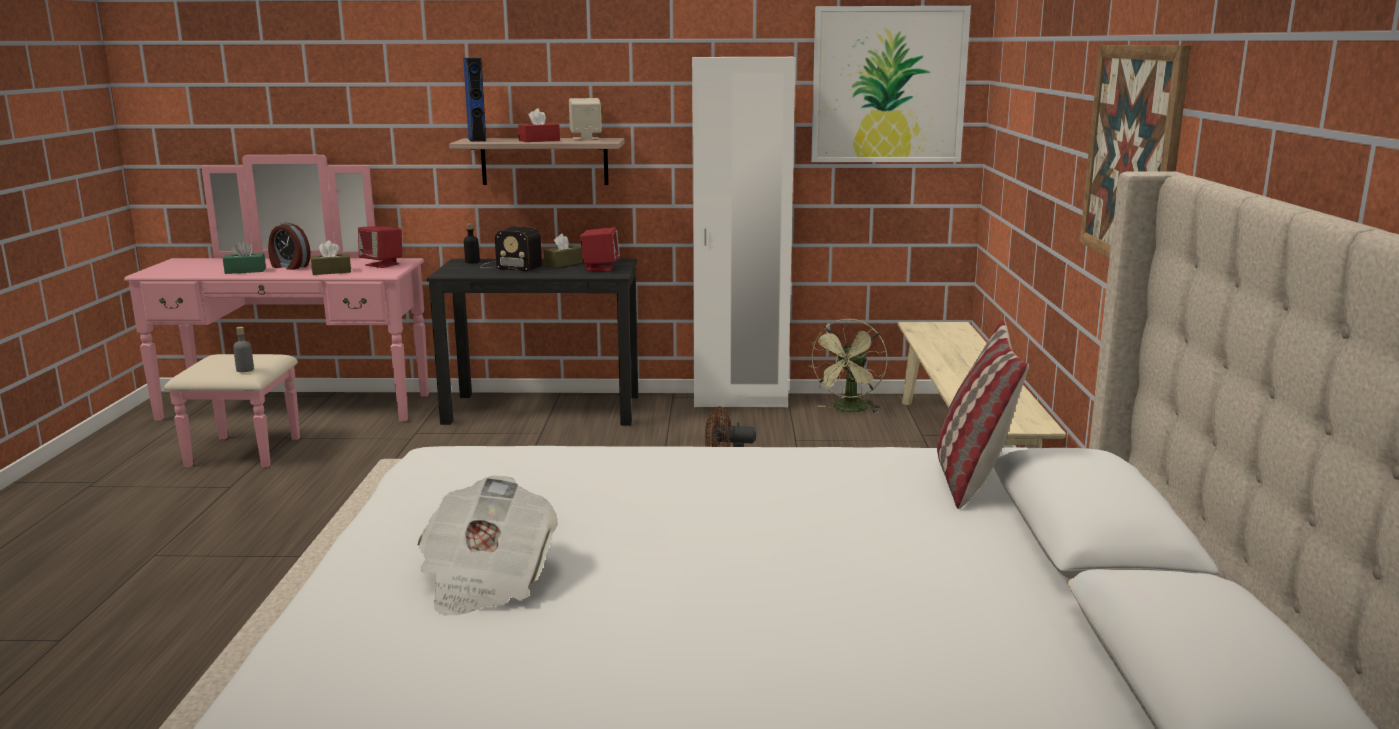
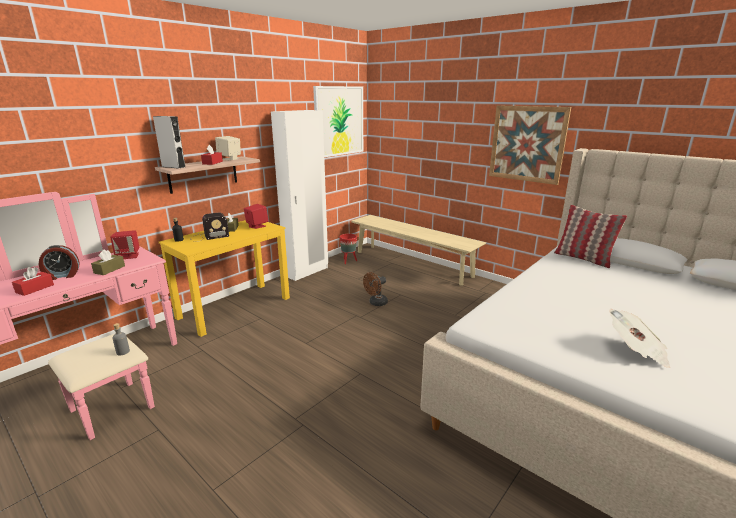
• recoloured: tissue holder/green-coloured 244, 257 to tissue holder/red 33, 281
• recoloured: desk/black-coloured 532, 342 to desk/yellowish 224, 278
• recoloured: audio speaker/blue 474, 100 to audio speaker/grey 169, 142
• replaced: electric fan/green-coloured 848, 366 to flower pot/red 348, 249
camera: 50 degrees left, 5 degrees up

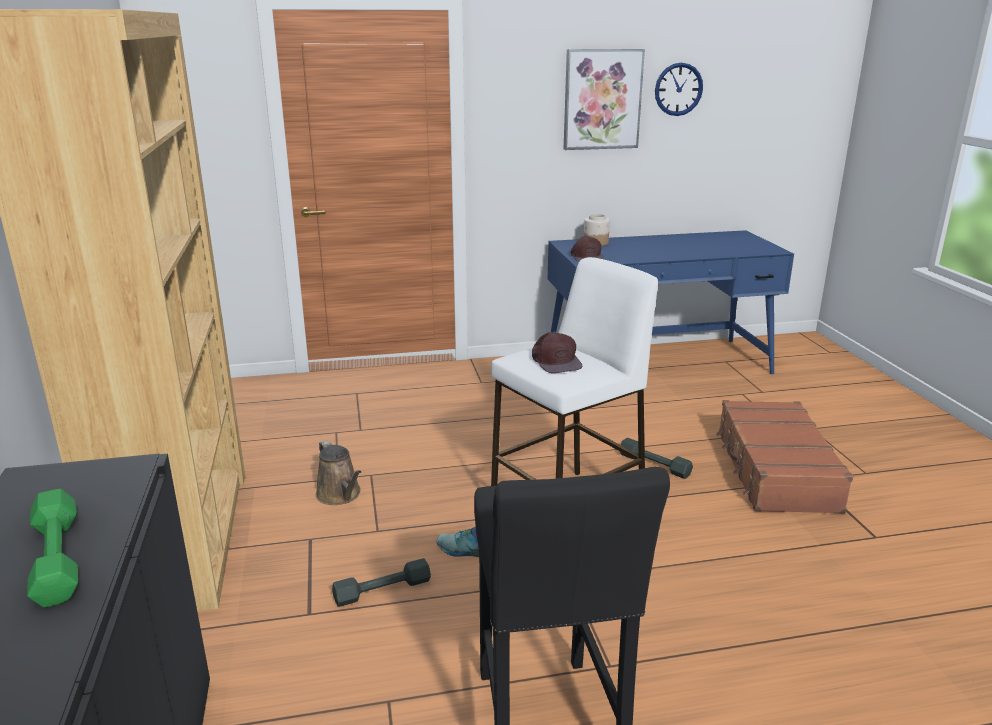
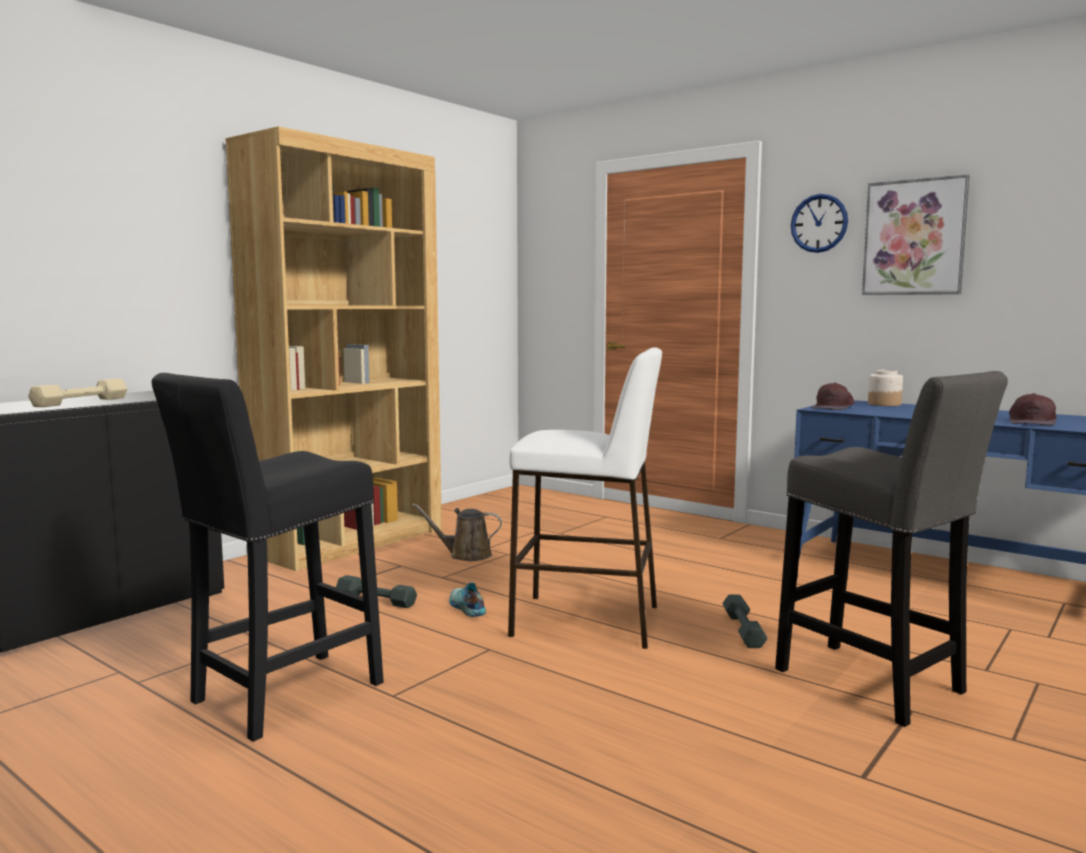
• recoloured: free weight/green-coloured 52, 548 to free weight/sand-coloured 77, 393
• turned: watering can/brownish 339, 472 = 457, 532 75 degrees clockwise
• moved: cap/brownish 557, 352 to 1033, 409
• moved: wall clock 679, 89 to 819, 223
• replaced: piece of luggage/brownish 784, 456 to sitting stool/grey 891, 549
camera: 50 degrees right, 15 degrees down

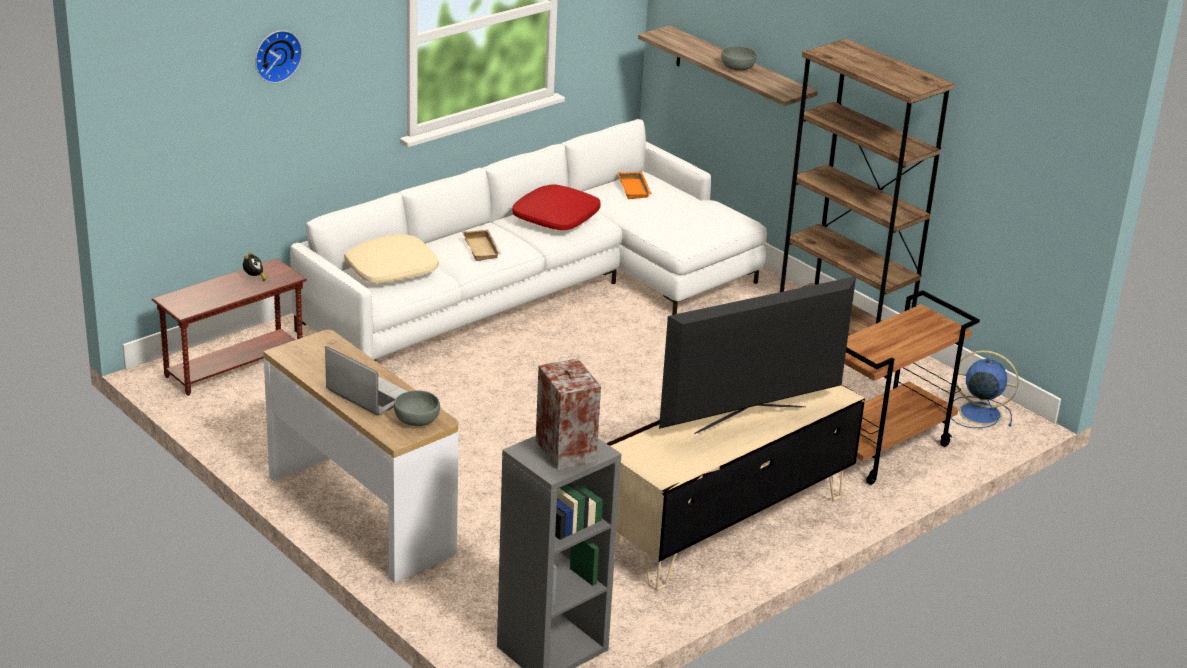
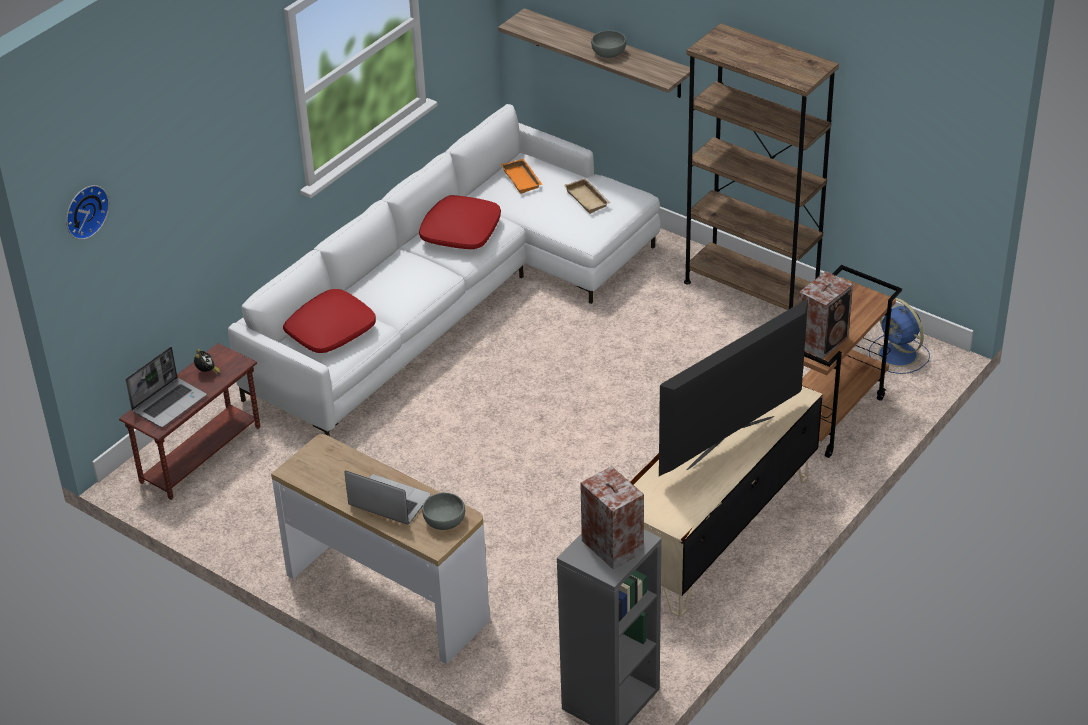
• moved: wall clock 278, 56 to 87, 212
• recoloured: throw pillow/sand-coloured 391, 259 to throw pillow/red 329, 321
• moved: tray/sand-coloured 481, 245 to 587, 196
• turned: electric fan/blue 985, 389 = 899, 336 135 degrees counterclockwise
• added: laptop 166, 387
• added: audio speaker 825, 315
camera: 10 degrees left, 10 degrees up

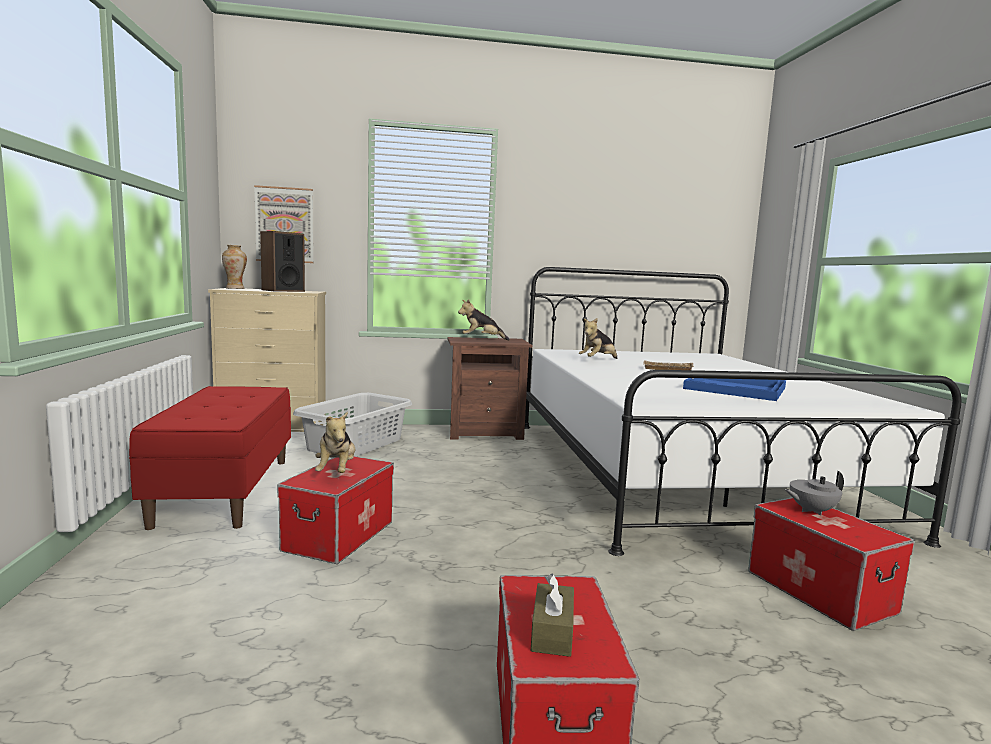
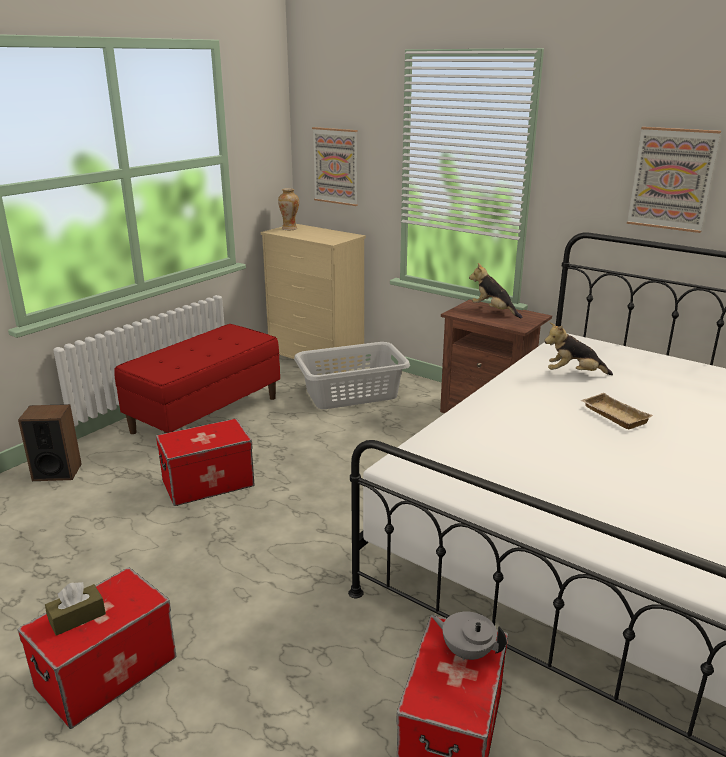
• moved: audio speaker 282, 261 to 50, 442
• removed: cuddly toy 335, 442
• removed: tray/blue 734, 389
• added: wall picture 674, 180
camera: 45 degrees right, 15 degrees up

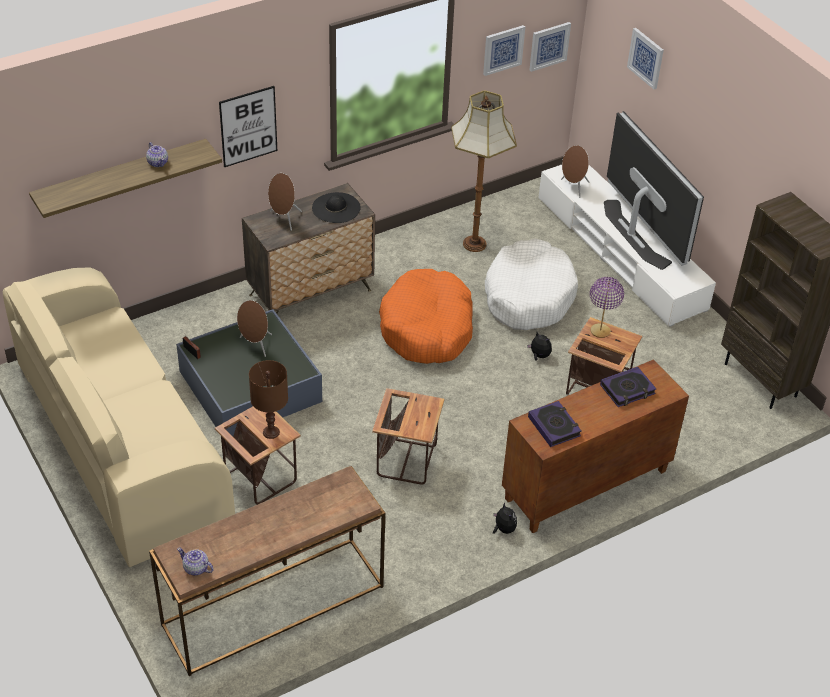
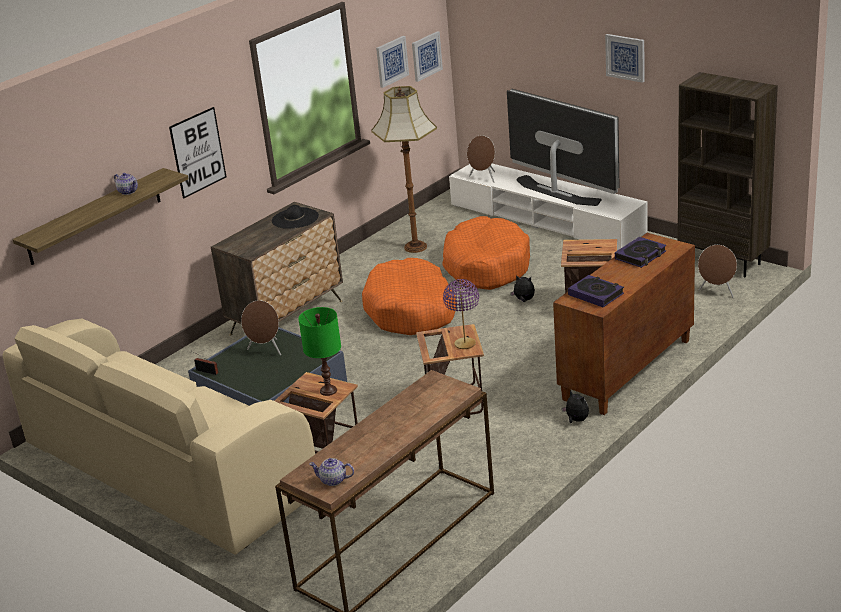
• recoloured: table lamp/brownish 268, 399 to table lamp/green-coloured 319, 351
• moved: audio speaker/brownish 285, 202 to 717, 271
• recoloured: pet bed/white 531, 284 to pet bed/orange 486, 253
• moved: table lamp/purplish 607, 307 to 461, 314
• moved: wall picture 645, 58 to 625, 58
camera: 15 degrees left, 15 degrees down

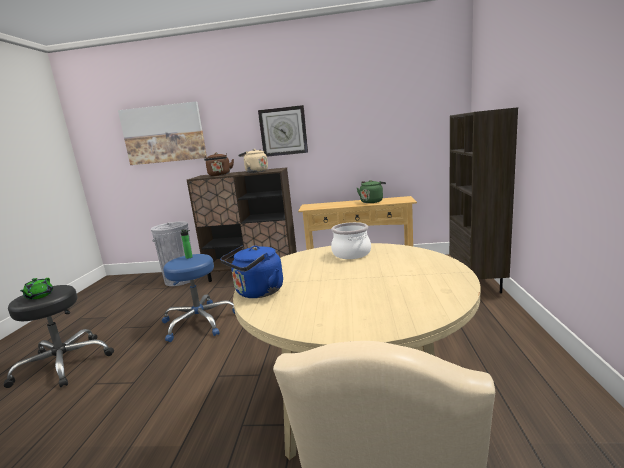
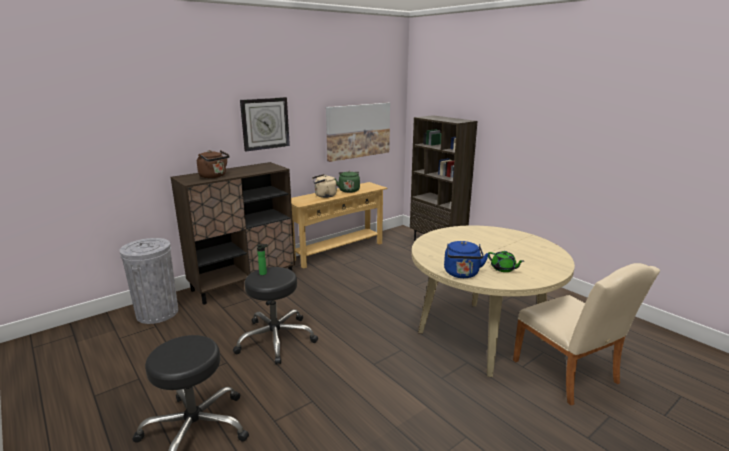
• moved: teapot/green-coloured 36, 289 to 506, 261
• moved: wall picture 162, 133 to 358, 132
• recoloured: sitting stool/blue 198, 298 to sitting stool/black-coloured 275, 315
• moved: tea kettle/sand-coloured 253, 161 to 324, 186
• removed: cooking pot 351, 240
camera: 45 degrees left, 5 degrees up

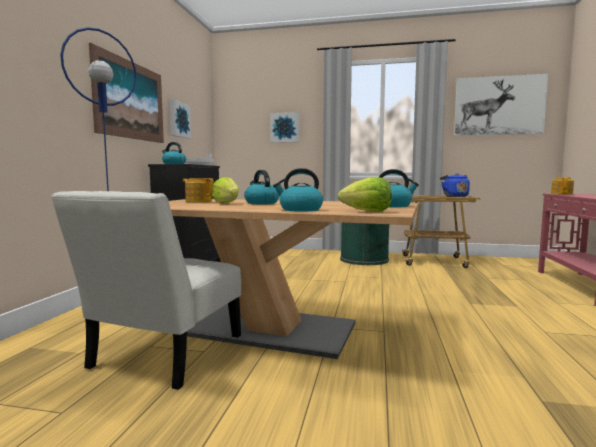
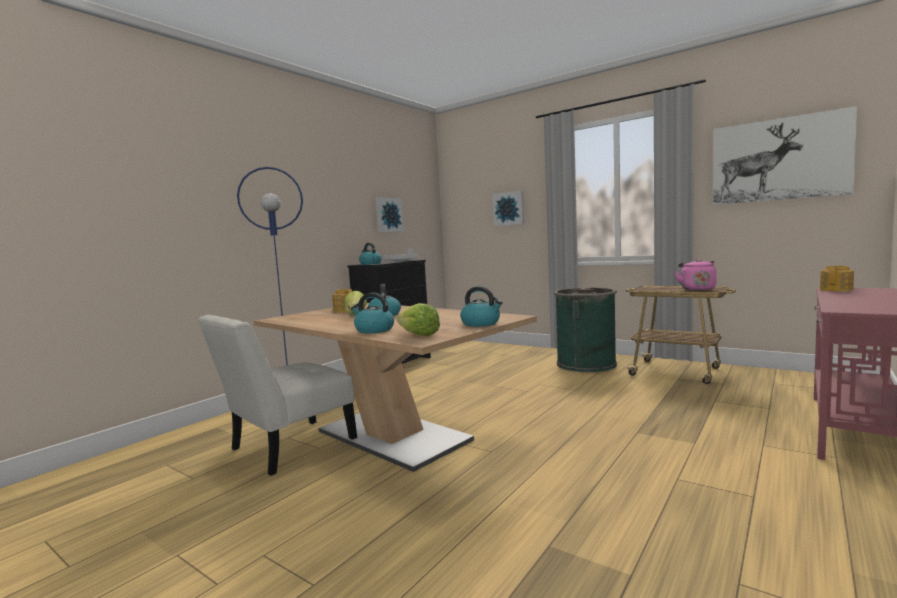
• removed: wall picture 126, 93
• recoloured: tea kettle/blue 455, 185 to tea kettle/pink 695, 275
camera: 25 degrees right, 0 degrees up

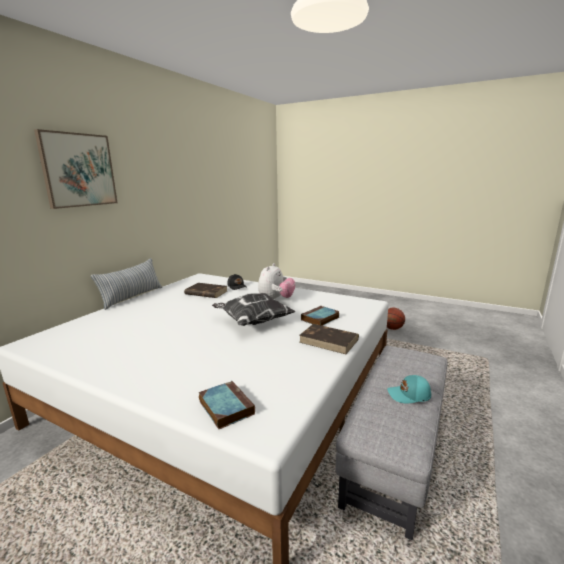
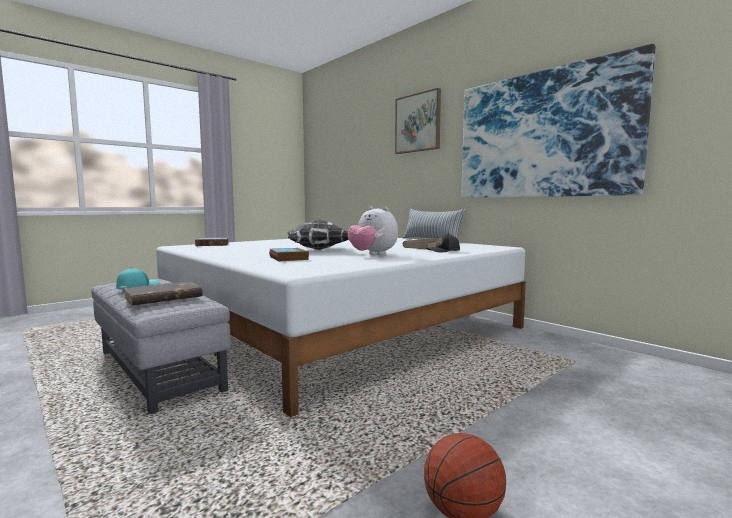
• moved: bound book/brownish 329, 339 to 163, 293
• added: wall picture 558, 121
camera: 110 degrees right, 10 degrees down

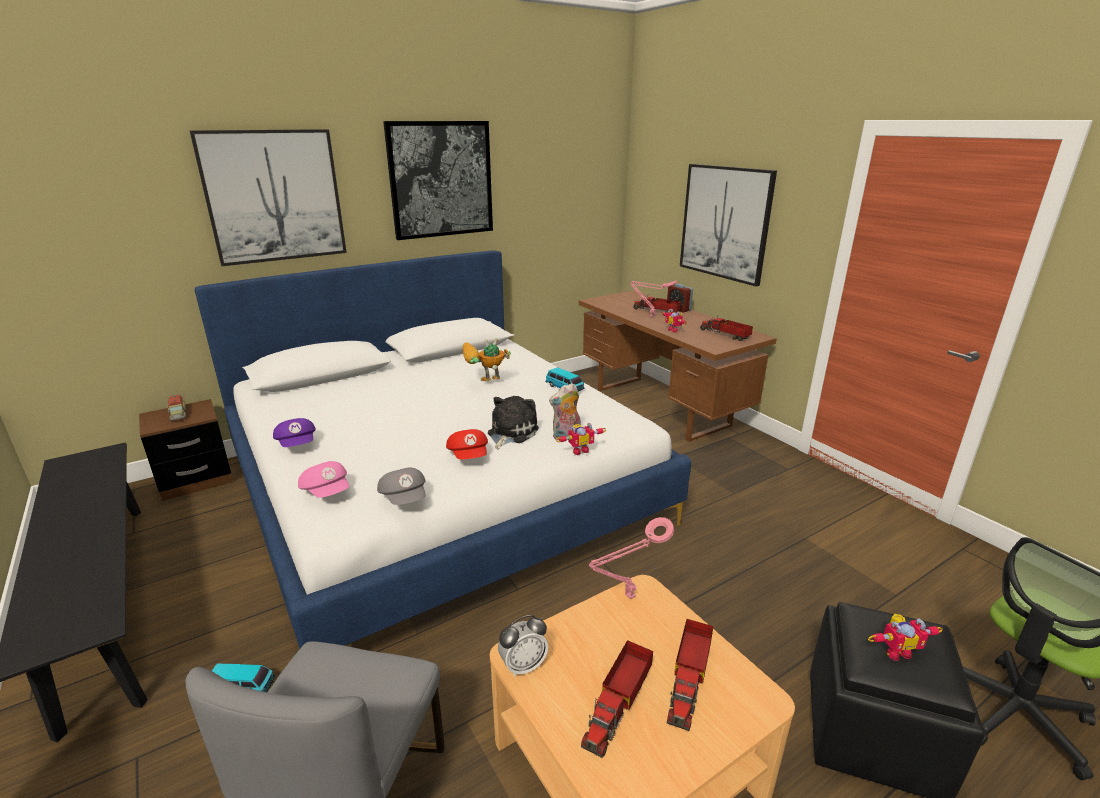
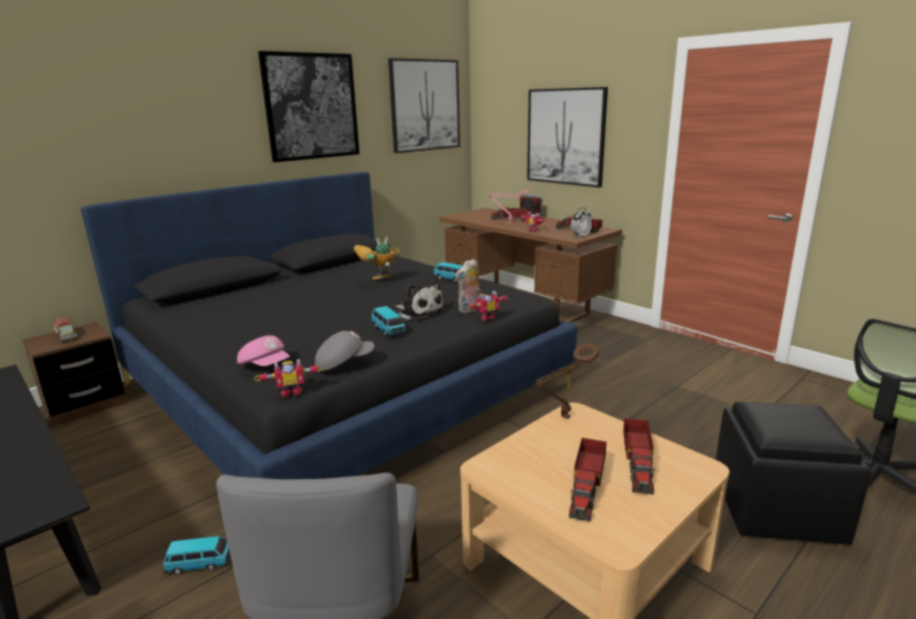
• moved: wall picture 268, 197 to 424, 105
• recoloured: bed/white 443, 449 to bed/black-coloured 329, 325
• removed: cap/purplish 294, 432
• turned: cap/grey 401, 486 = 344, 351 75 degrees counterclockwise
• replaced: cap/red 467, 444 to toy car 389, 321
• turned: cuddly toy 513, 422 = 420, 301 120 degrees clockwise
• moved: table clock 523, 646 to 581, 223
• recoloured: table lamp/pink 631, 558 to table lamp/brownish 567, 381
• moved: model robot 905, 637 to 288, 378
camera: 10 degrees left, 5 degrees down

